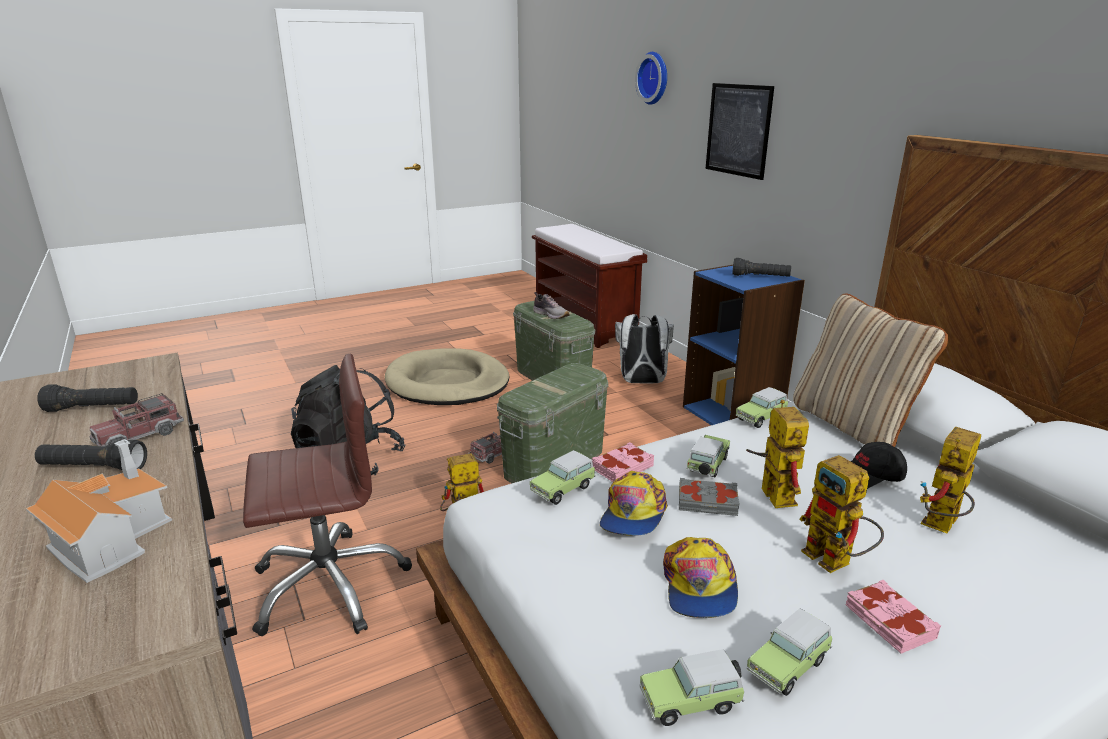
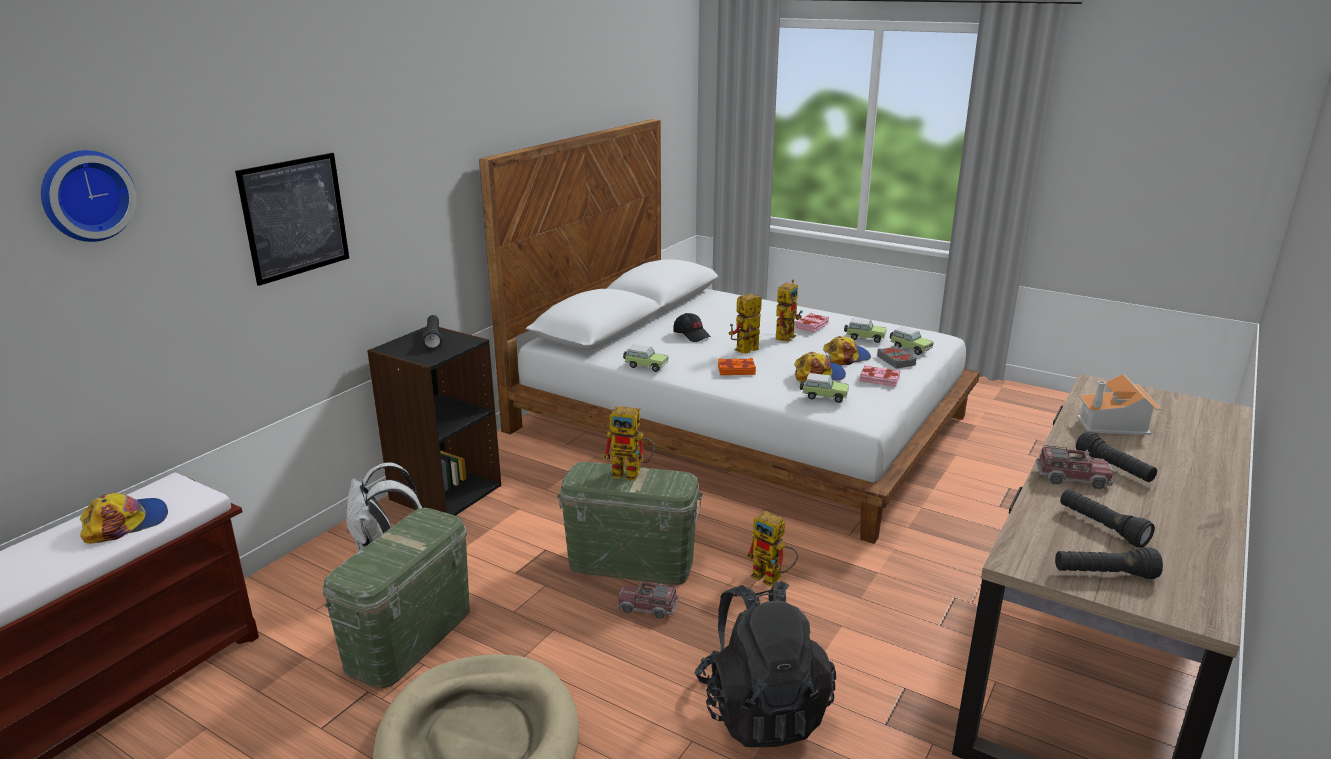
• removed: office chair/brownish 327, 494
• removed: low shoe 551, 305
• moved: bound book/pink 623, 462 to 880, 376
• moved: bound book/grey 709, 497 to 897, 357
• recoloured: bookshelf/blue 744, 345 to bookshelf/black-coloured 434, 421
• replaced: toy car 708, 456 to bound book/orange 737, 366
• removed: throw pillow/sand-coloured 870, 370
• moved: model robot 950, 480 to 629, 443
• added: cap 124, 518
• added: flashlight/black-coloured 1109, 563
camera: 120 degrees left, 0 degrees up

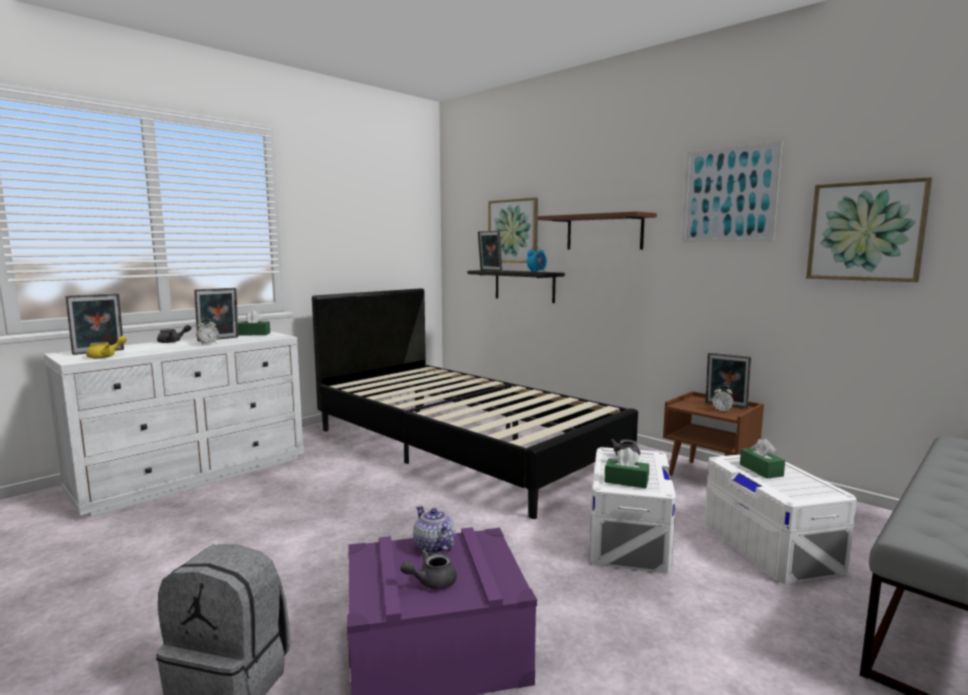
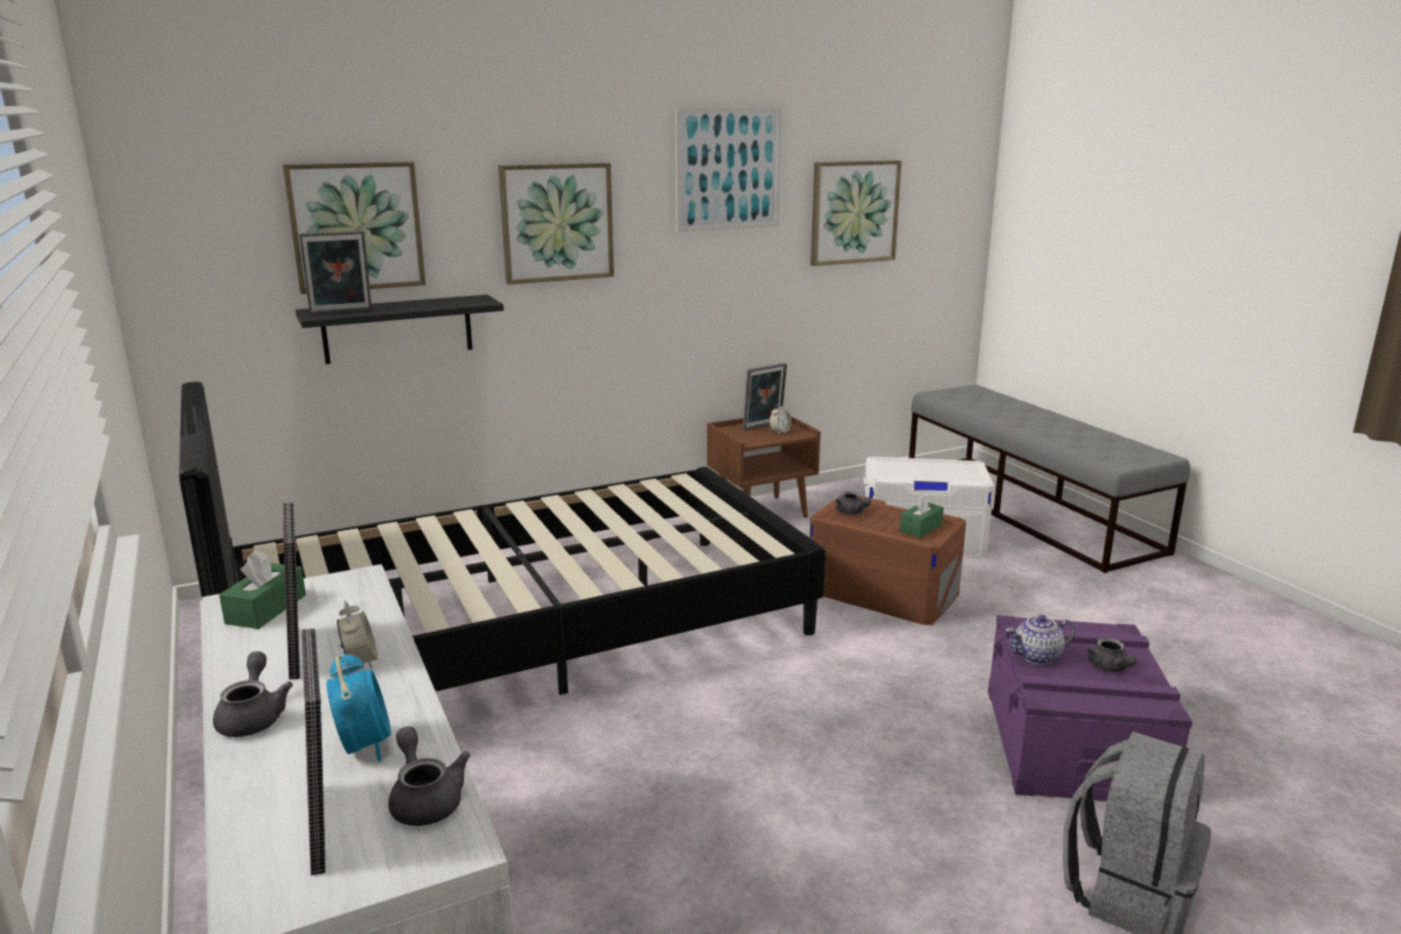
• recoloured: teapot/yellowish 106, 347 to teapot/grey 429, 776
• moved: table clock 537, 259 to 358, 707
• replaced: shelf/brownish 597, 230 to wall picture 556, 224
• recoloured: storage container/white 632, 510 to storage container/brownish 888, 560
• removed: tissue holder/green-coloured 762, 459
camera: 70 degrees left, 10 degrees up

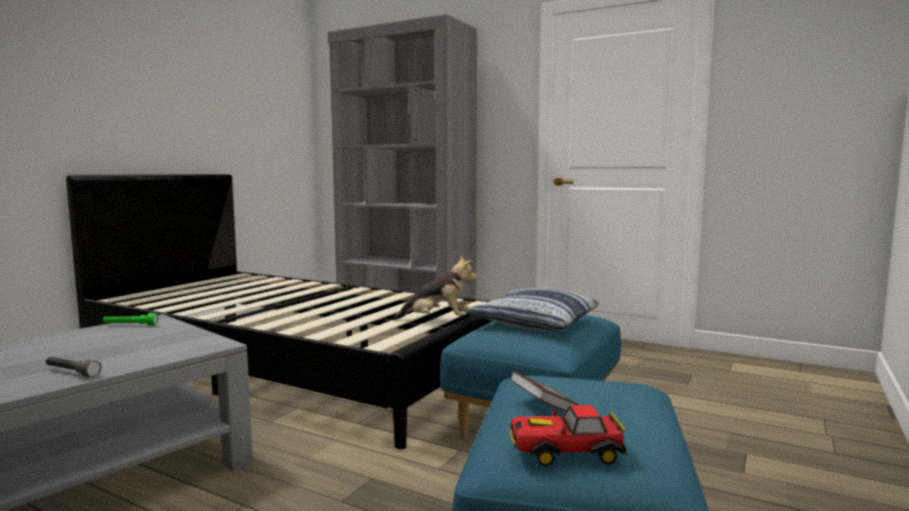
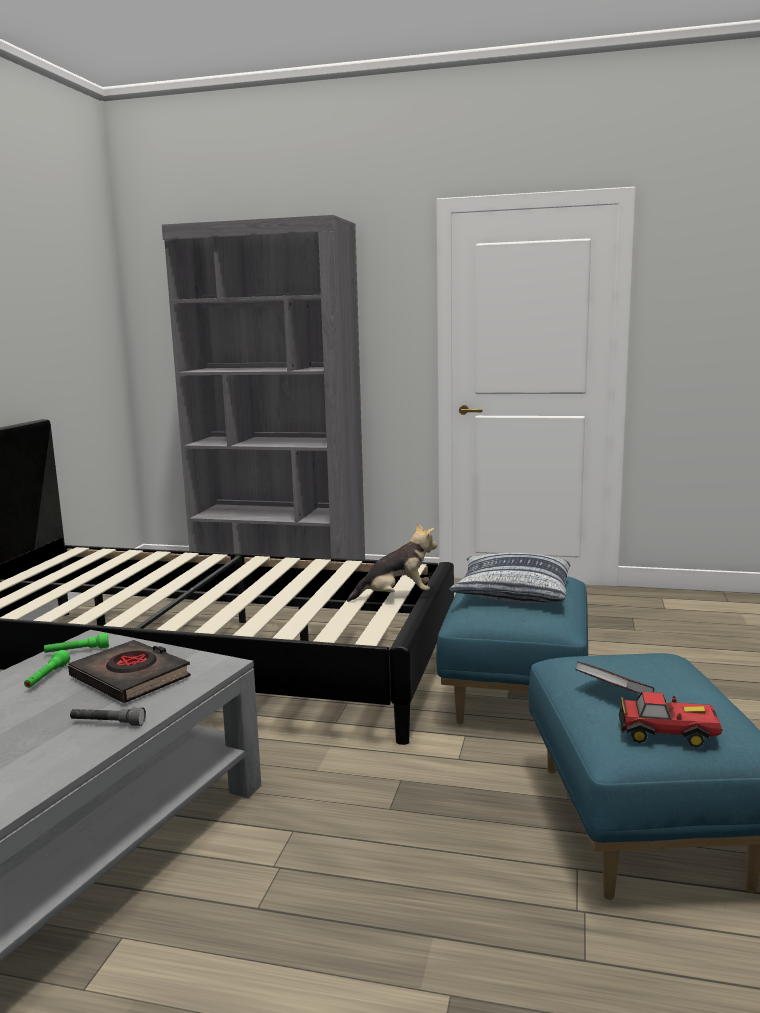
• turned: toy car 568, 436 = 671, 720 150 degrees counterclockwise
• added: flashlight/green-coloured 47, 669
• added: bound book/black-coloured 129, 671
camera: 15 degrees left, 5 degrees up

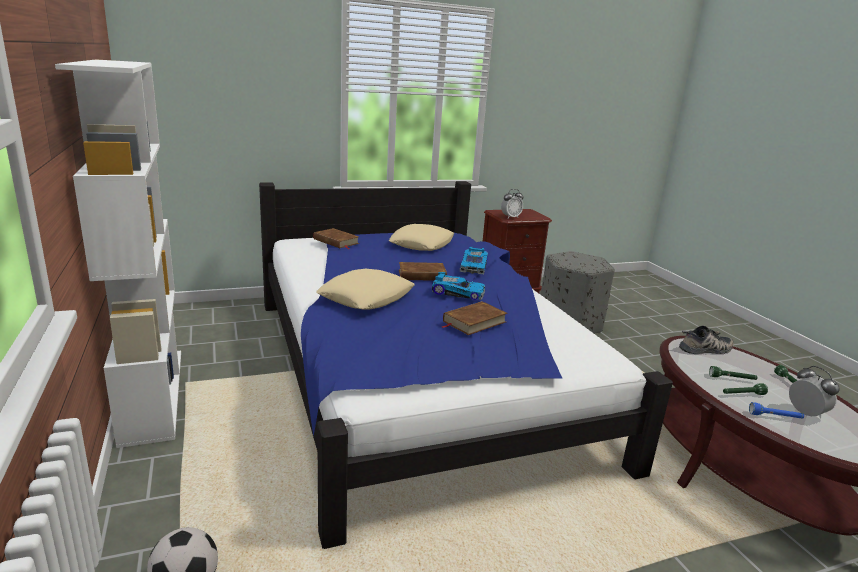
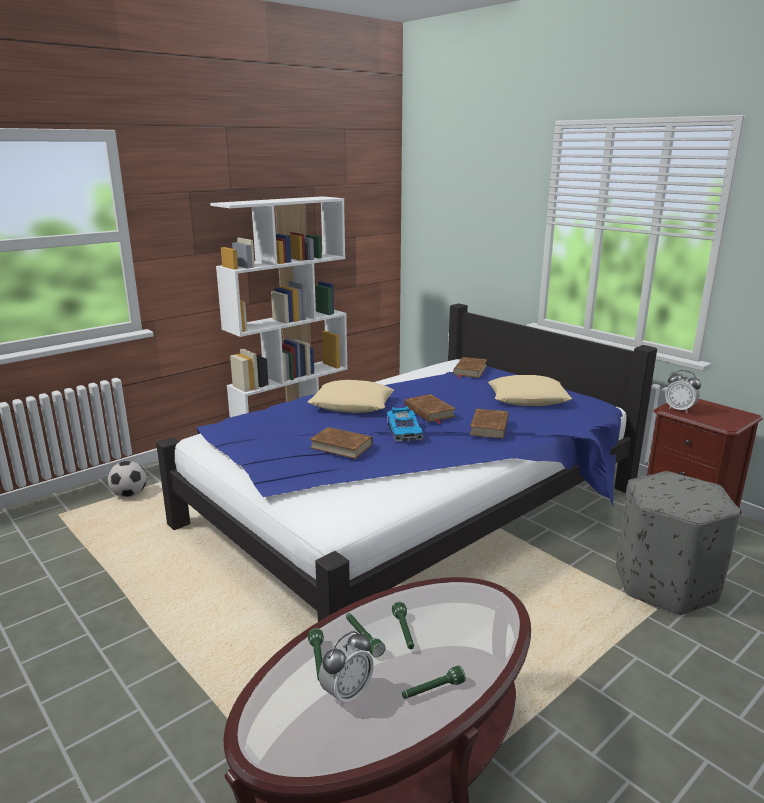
• replaced: toy car 474, 260 to bound book/brownish 489, 424
• removed: low shoe 706, 339
• recoloured: flashlight/blue 776, 410 to flashlight/green-coloured 316, 654
camera: 70 degrees right, 0 degrees up

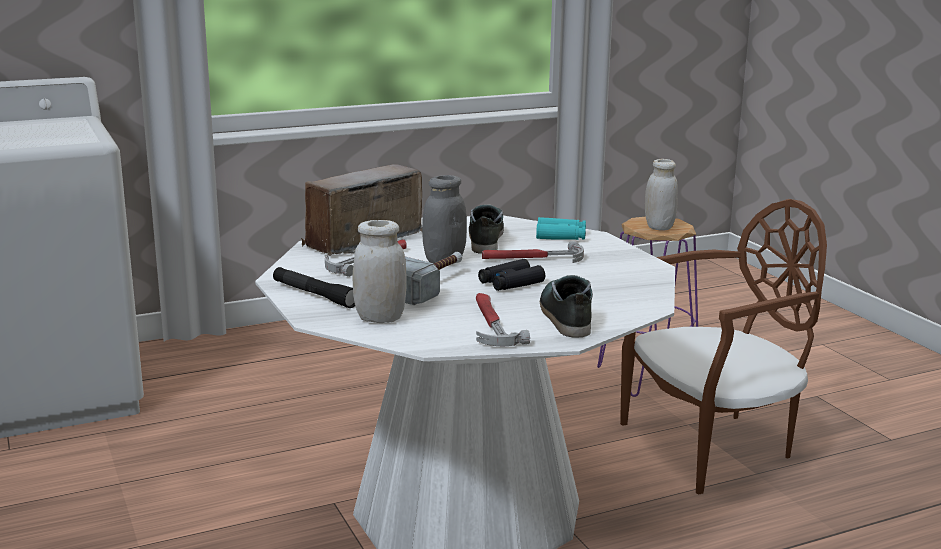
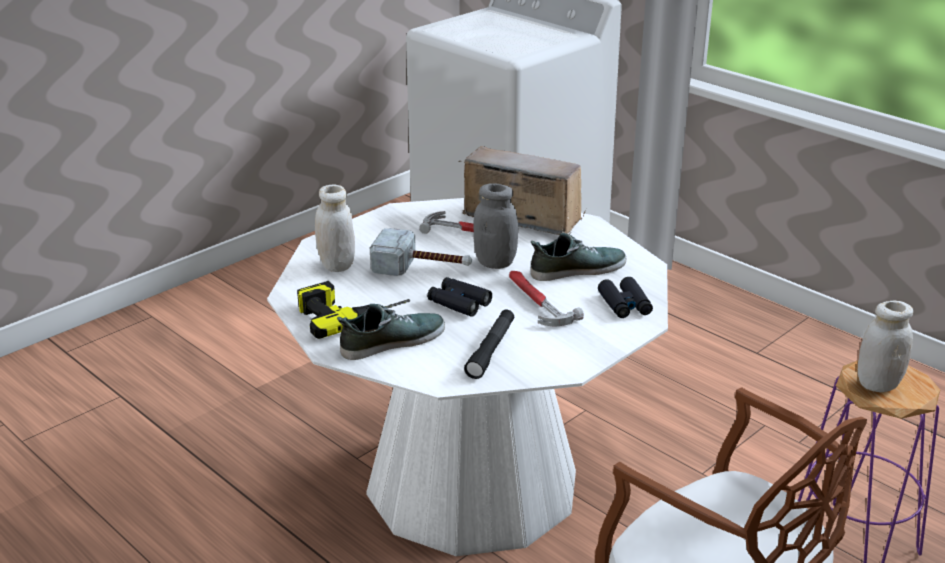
• moved: flashlight/black-coloured 314, 287 to 489, 344
• replaced: hand hammer 503, 319 to power drill 353, 310
• recoloured: binoculars/blue-green 561, 228 to binoculars/black-coloured 625, 297
camera: 70 degrees right, 10 degrees up

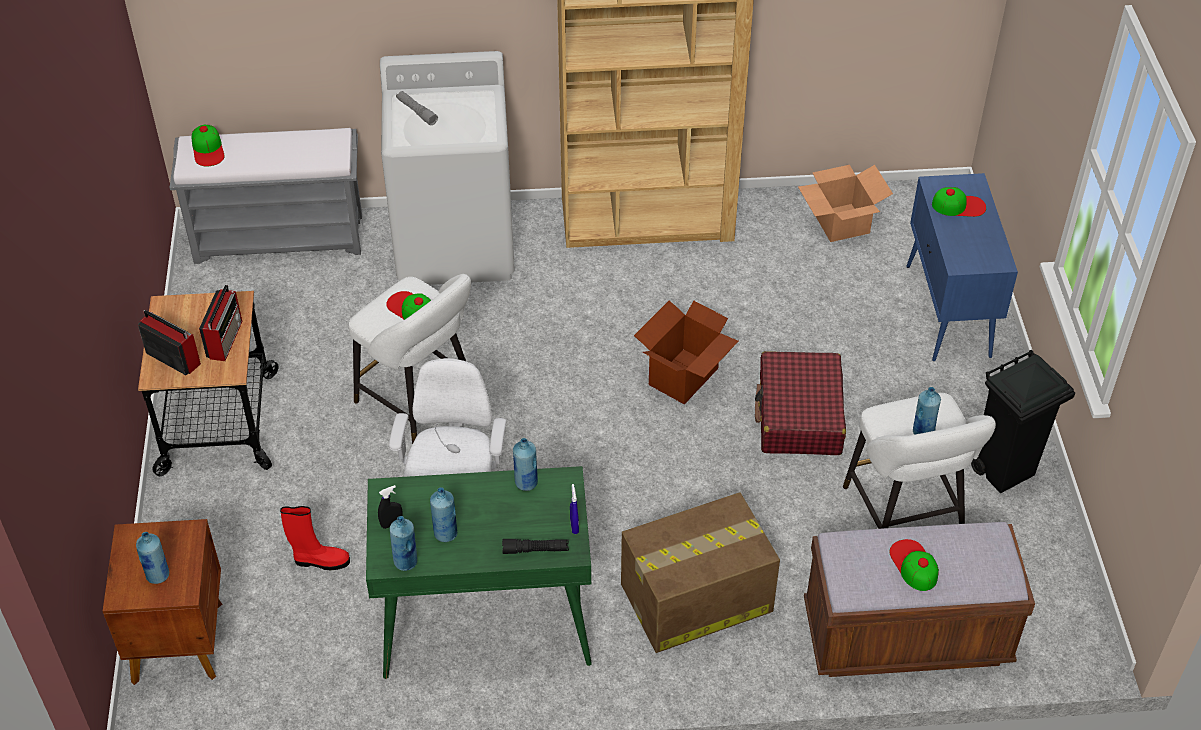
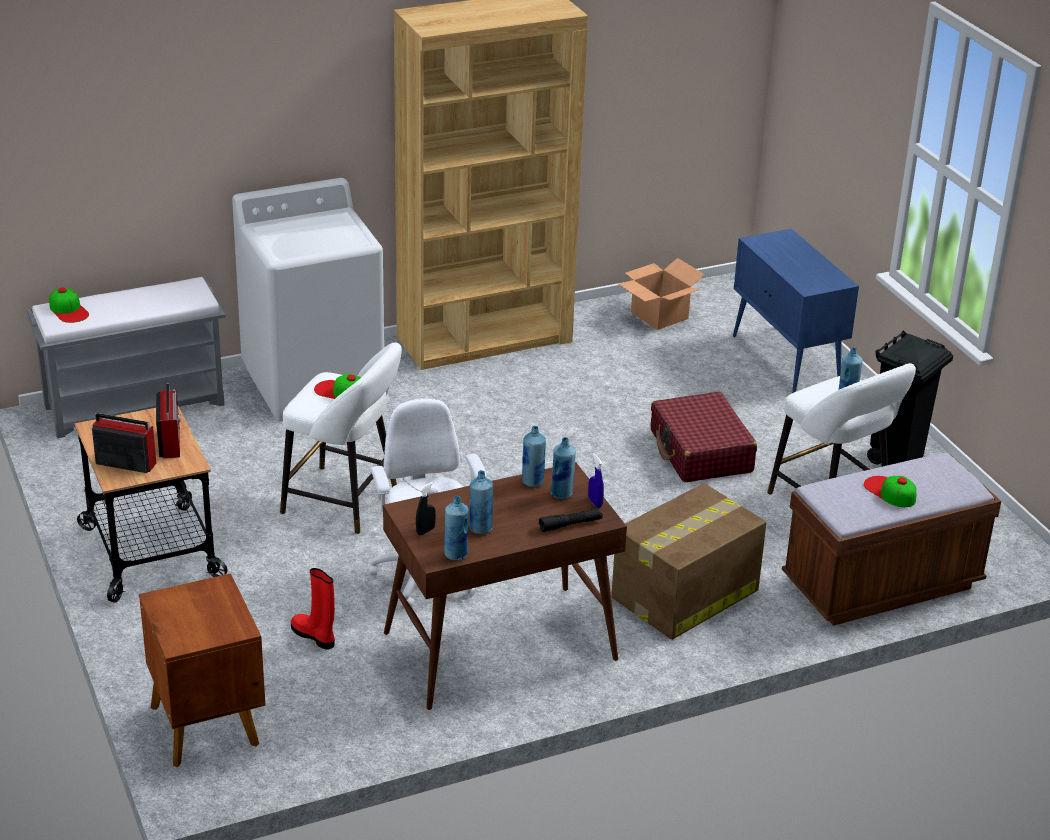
• moved: beverage bottle/blue 152, 558 to 563, 468
• turned: high-top boot/red 315, 538 = 313, 609 120 degrees counterclockwise
• recoloured: desk/green-coloured 479, 572 to desk/brownish 505, 586
• removed: flashlight/grey 417, 108
• removed: cardboard box 686, 352
• removed: cap 959, 202
camera: 20 degrees left, 15 degrees down

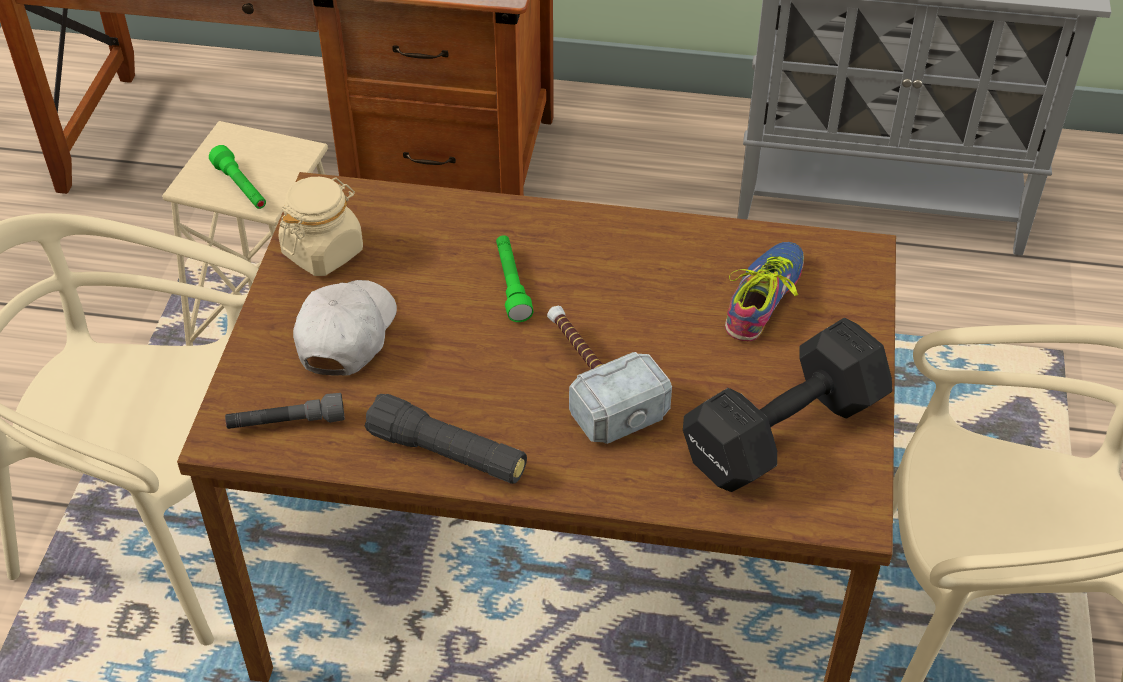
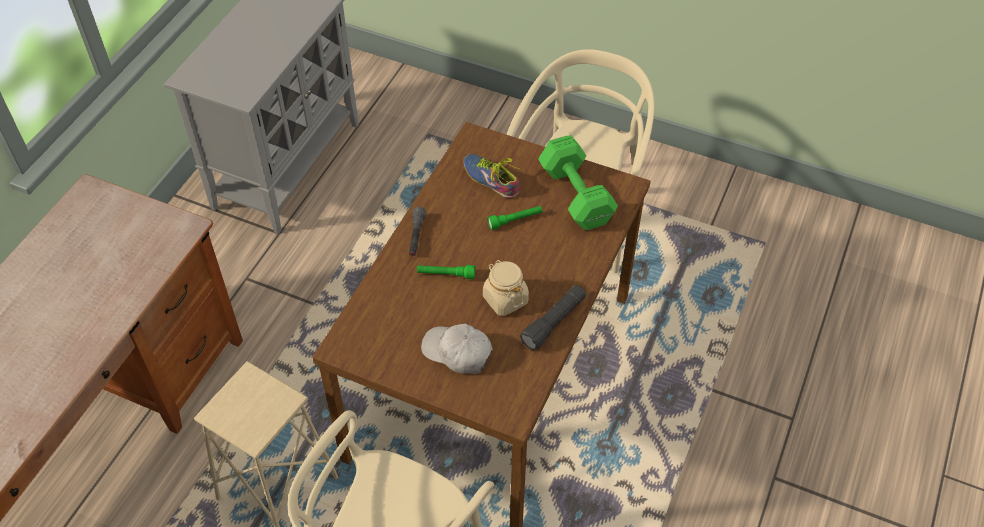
• moved: flashlight/green-coloured 237, 177 to 515, 218
• moved: flashlight/grey 285, 411 to 417, 231
• moved: storage jar/sand-coloured 321, 226 to 506, 288
• removed: hand hammer 609, 375
• recoloured: free weight/black-coloured 787, 405 to free weight/green-coloured 578, 182
camera: 75 degrees left, 5 degrees up

